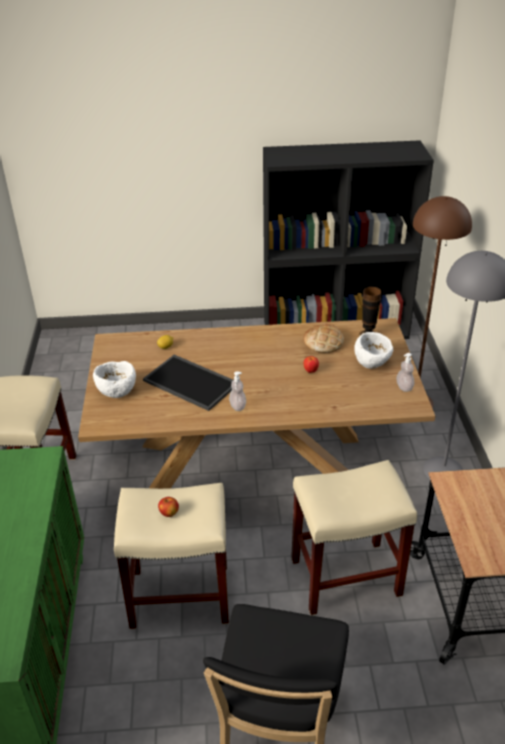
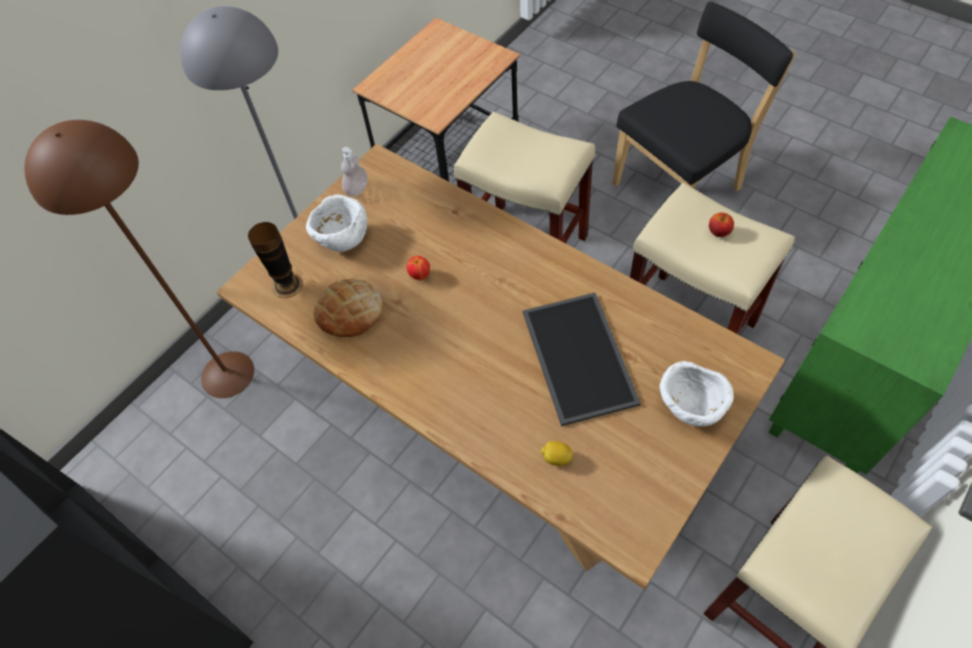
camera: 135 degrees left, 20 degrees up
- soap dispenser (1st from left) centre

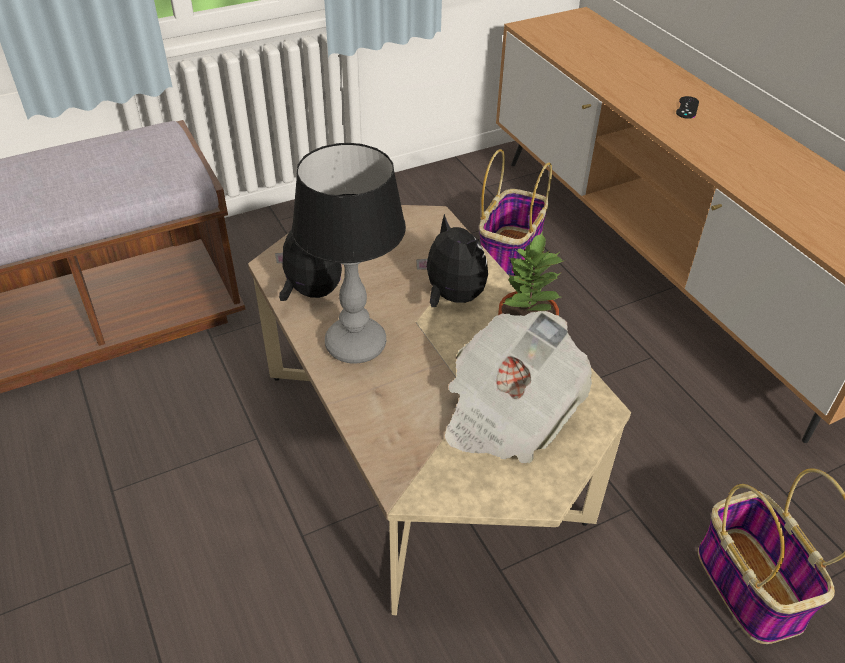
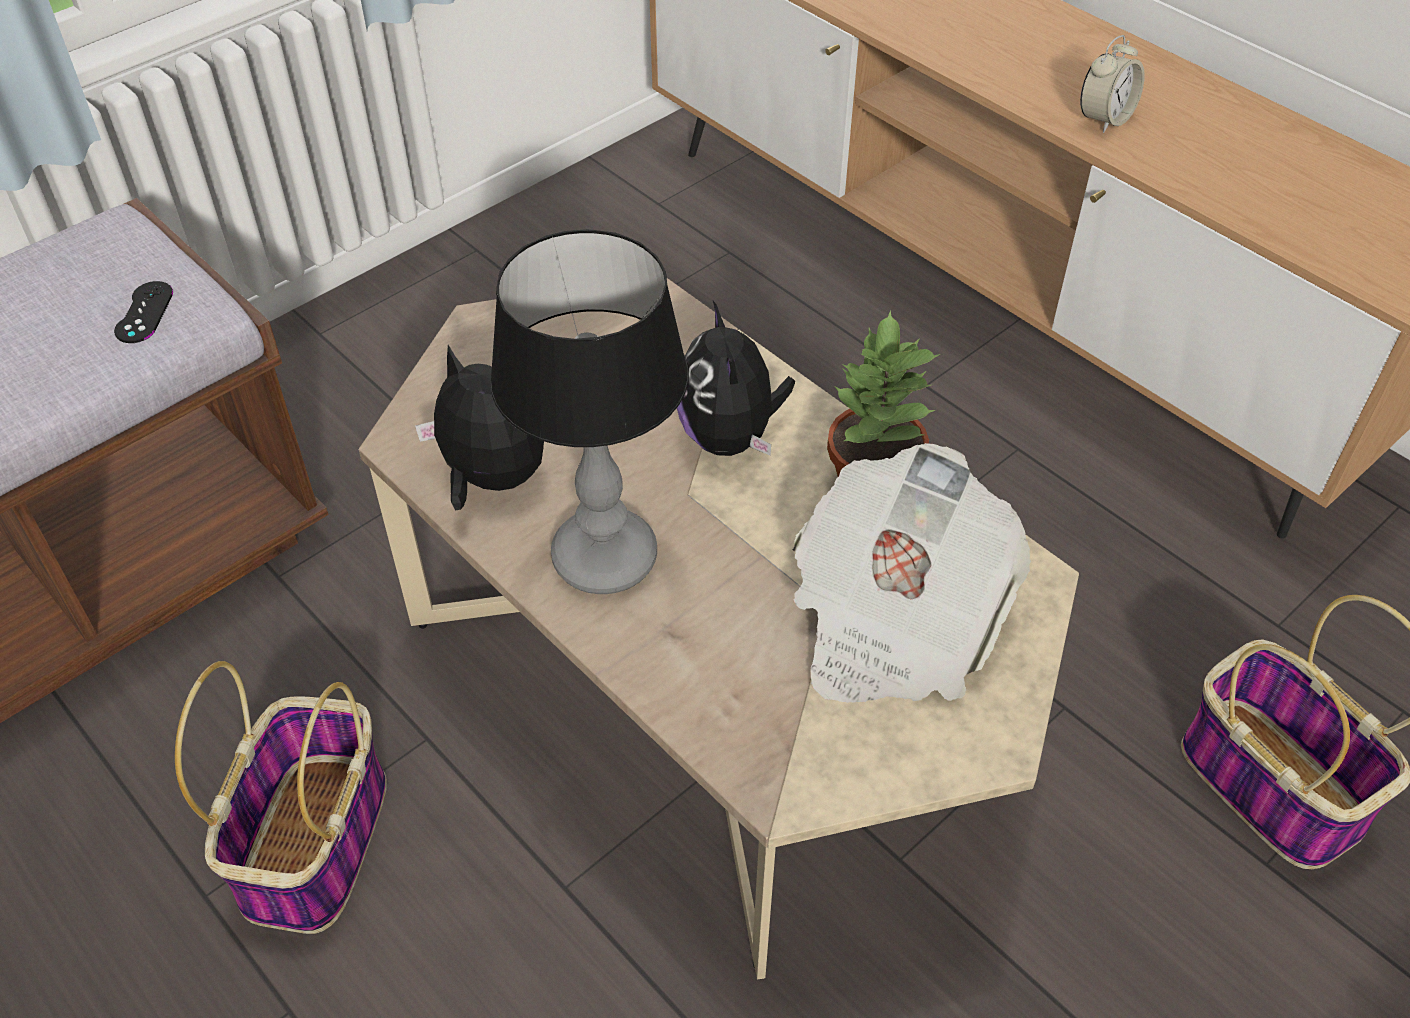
camera: 15 degrees left, 5 degrees up
~ plush toy (2nd from left) centre = centre 135 degrees counterclockwise
~ basket (1st from left) top centre to bottom left
~ game controller (black) top right to top left
+ alarm clock top right

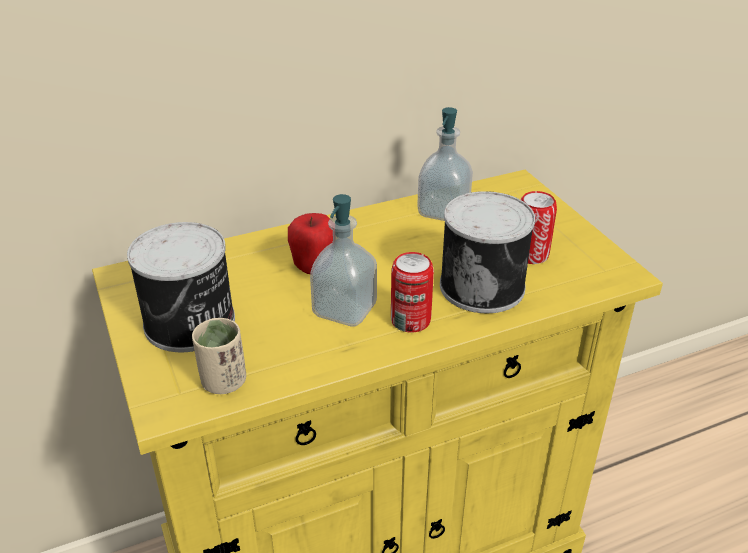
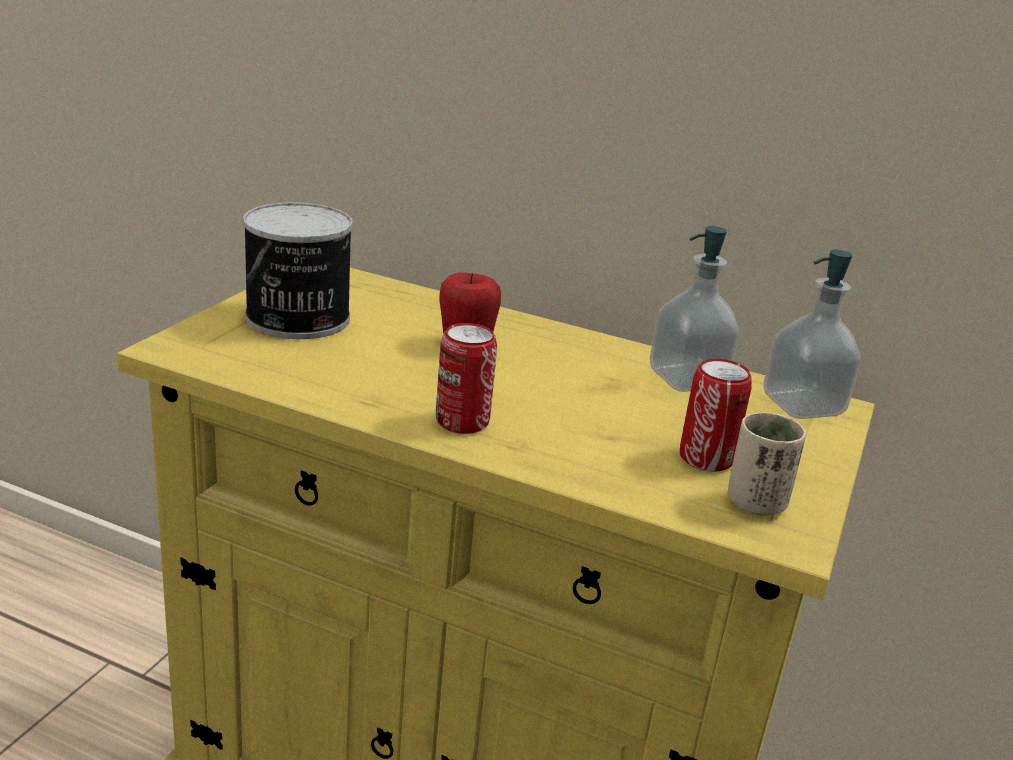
camera: 45 degrees right, 10 degrees down
~ cup (beige) middle left to middle right
~ soap dispenser (1st from left in the first image) centre to soap dispenser (2nd from left) middle right
- can (3rd from left) centre

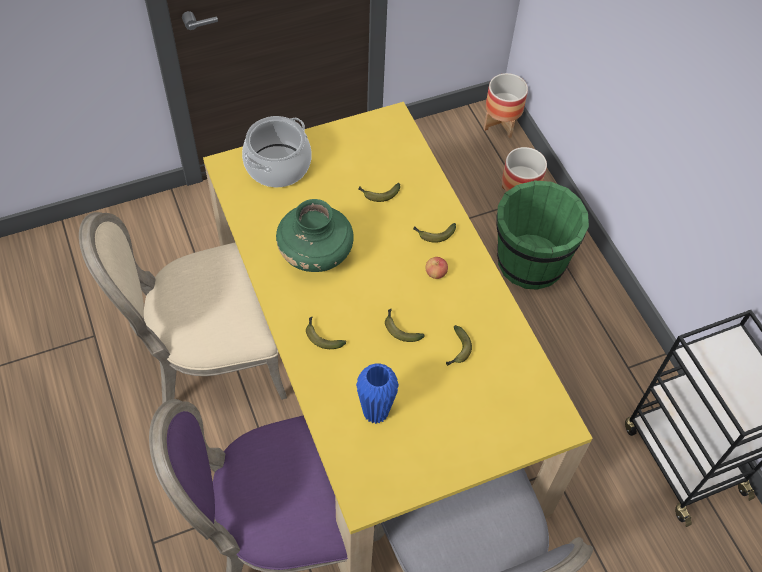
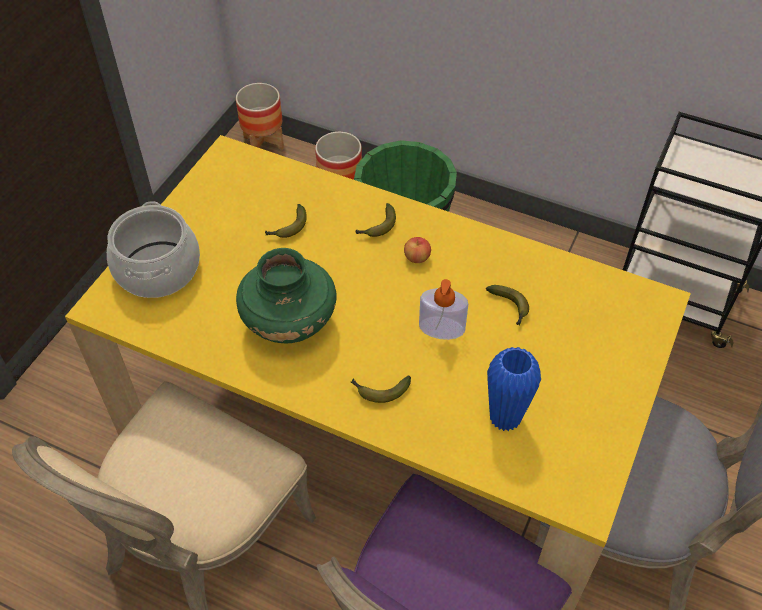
camera: 40 degrees left, 5 degrees down
~ banana (3rd from left) centre to soap dispenser centre

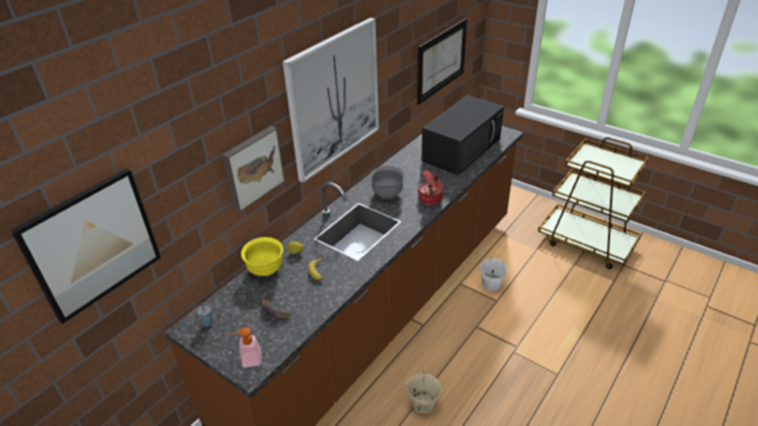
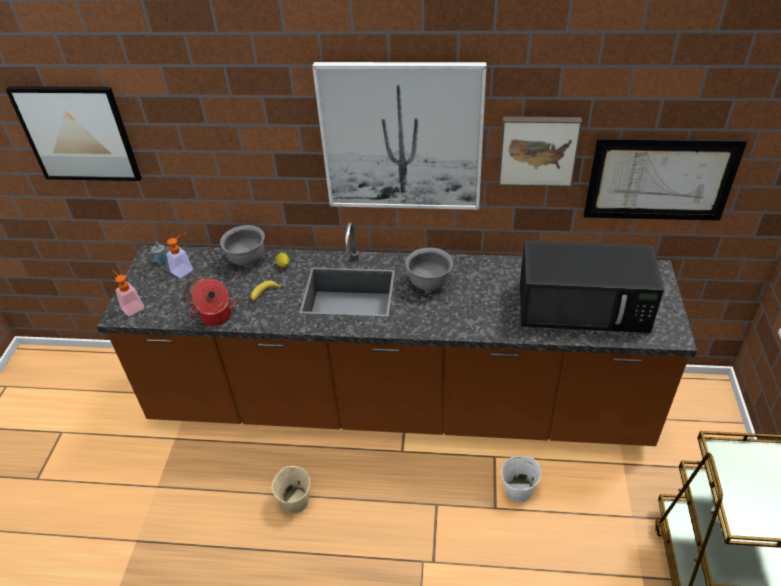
camera: 60 degrees right, 5 degrees up
~ picture (2nd from left in the first image) centre to picture (3rd from left) top right
~ bowl (yellow) centre to bowl (grey) (1st from left) middle left
~ cooking pot centre to middle left
+ soap dispenser (2nd from left) middle left

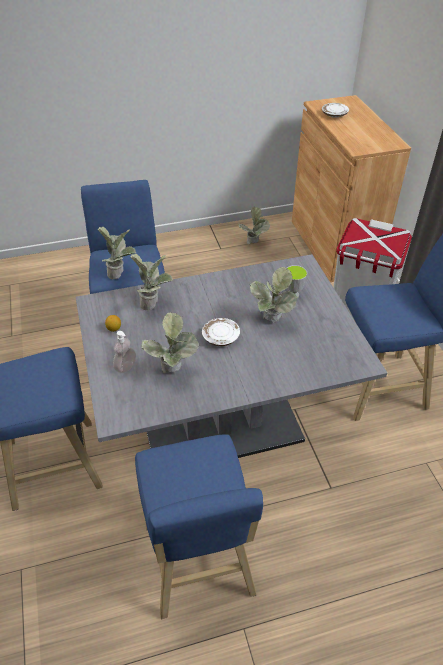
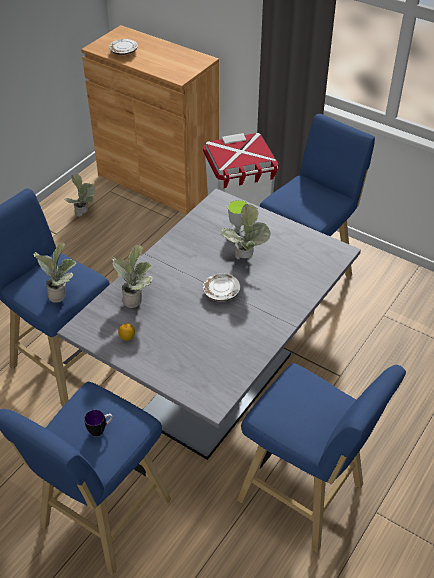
camera: 40 degrees left, 0 degrees up
- soap dispenser middle left
- potted plant (3rd from left) centre
+ mug bottom left

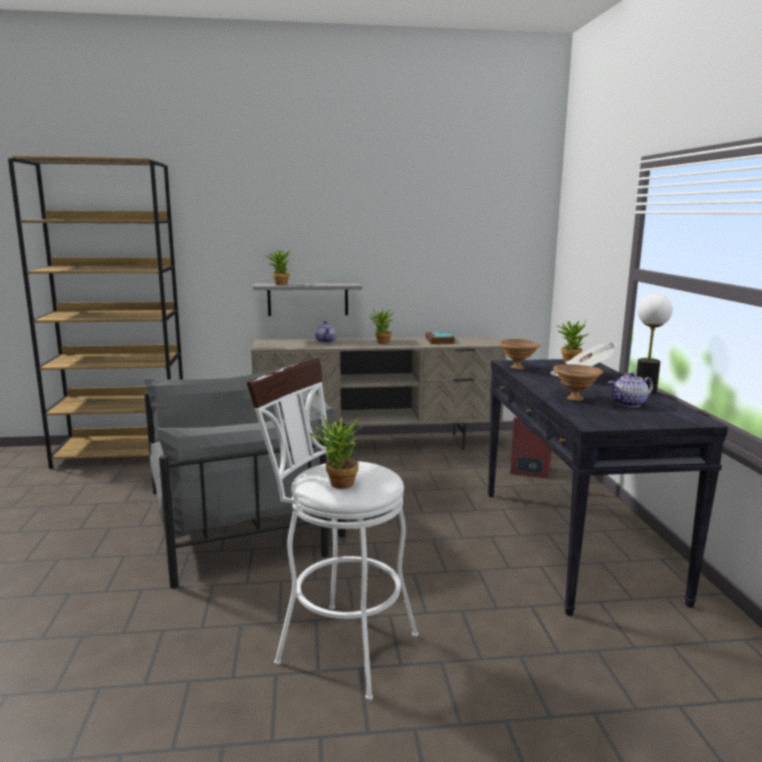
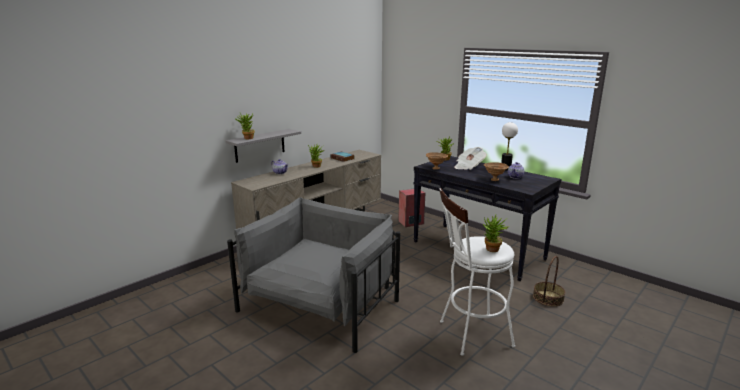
camera: 40 degrees left, 5 degrees up
- bookcase (brown) middle left
+ basket bottom right

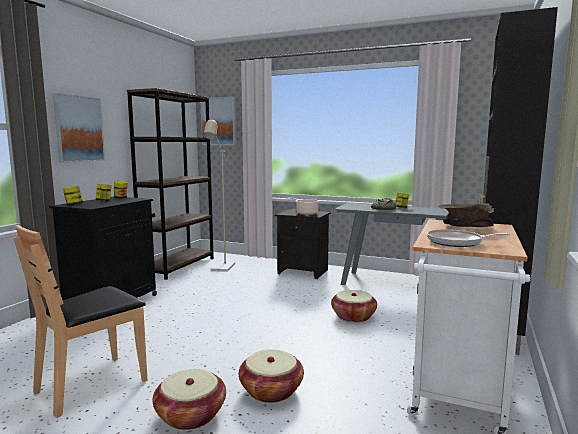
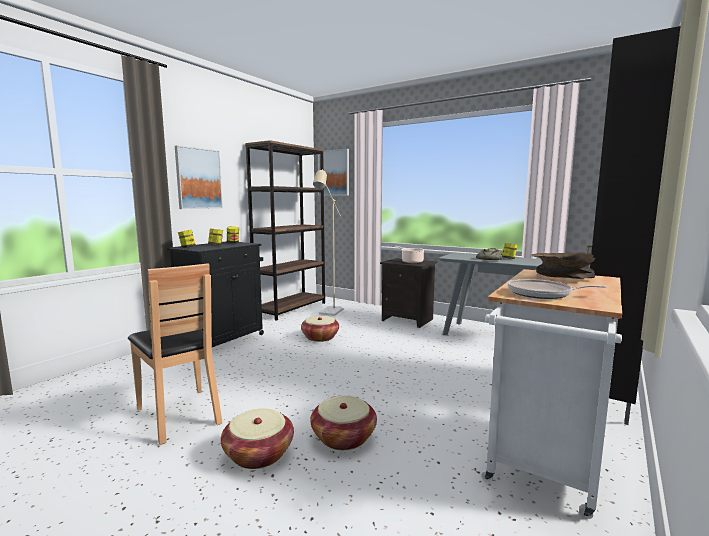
camera: 10 degrees right, 0 degrees up
~ chair (brown) bottom left = middle left 90 degrees counterclockwise
~ basket (3rd from left in the first image) bottom centre to basket (2nd from left) centre

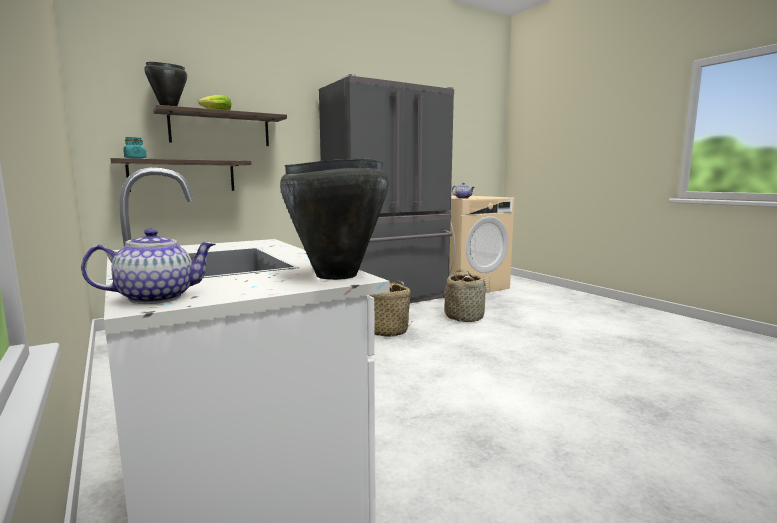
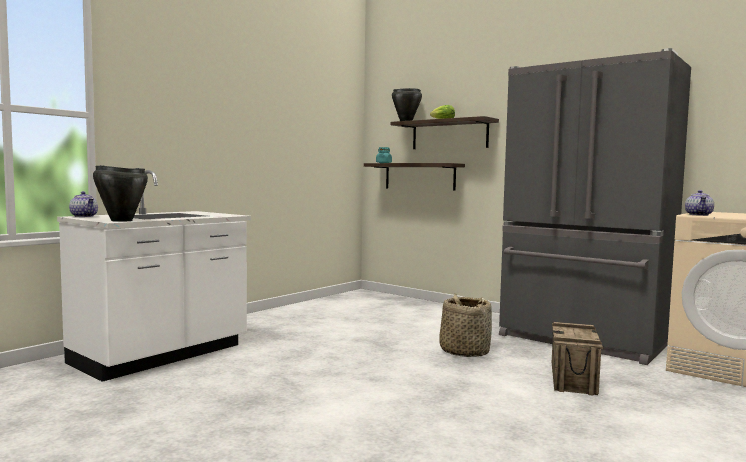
camera: 70 degrees right, 5 degrees down
~ basket (2nd from left) centre to crate bottom right

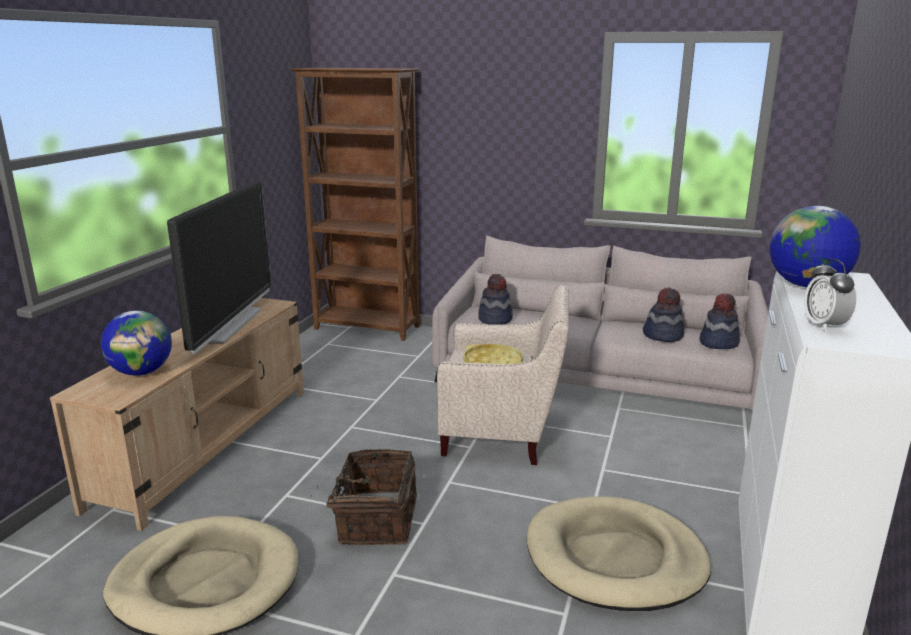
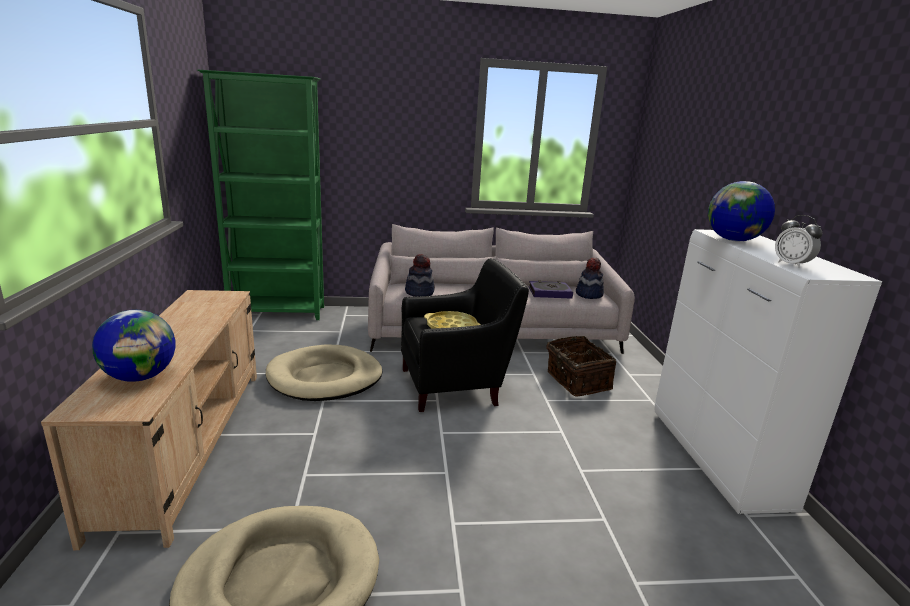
camera: 25 degrees left, 0 degrees up
- television middle left
~ bookcase (brown) top centre to bookcase (green) top left
~ basket bottom centre to centre
~ armchair (beige) centre to armchair (black) centre
~ dog bed (beige) (2nd from left) bottom right to centre
~ hat (2nd from left) middle right to book centre

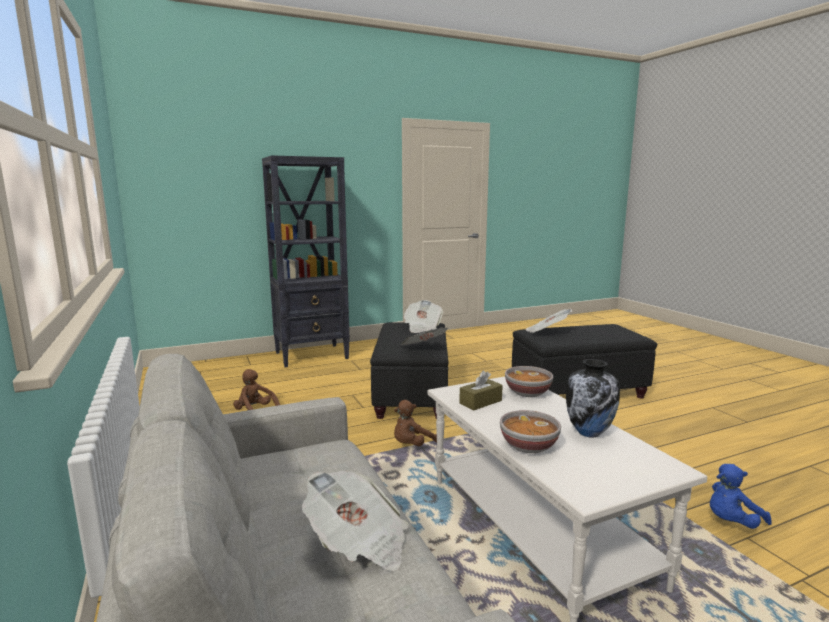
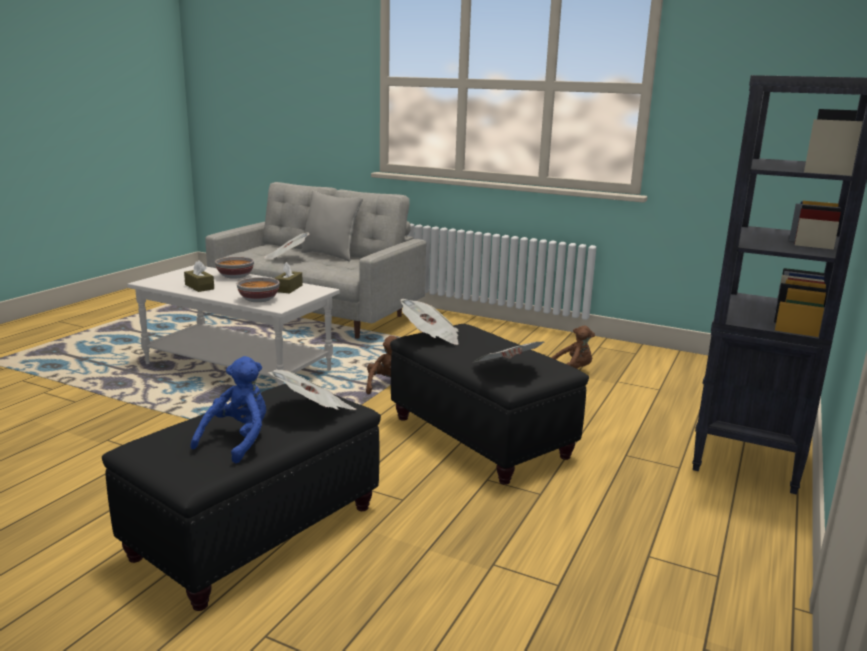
camera: 140 degrees right, 5 degrees up
~ vase middle right to tissue box (brown) (1st from left) middle left
~ plush toy (blue) bottom right to middle left
+ pillow (grey) centre

